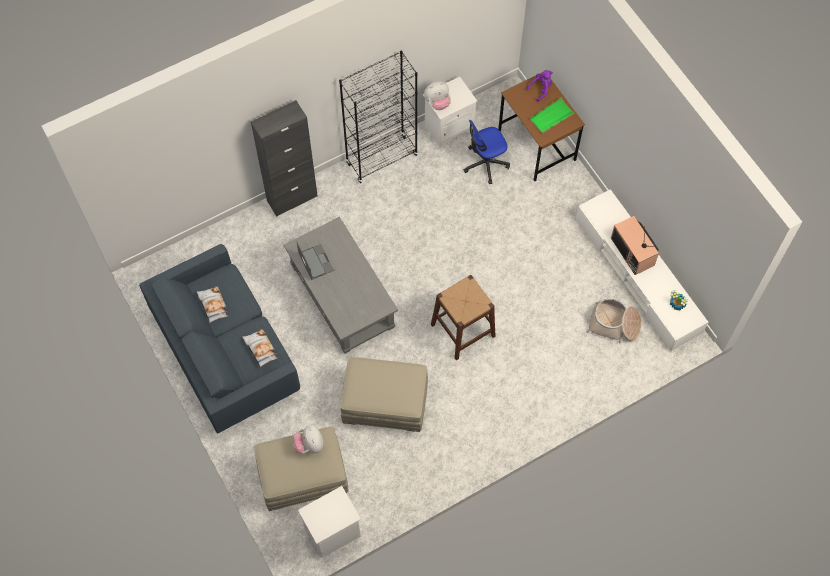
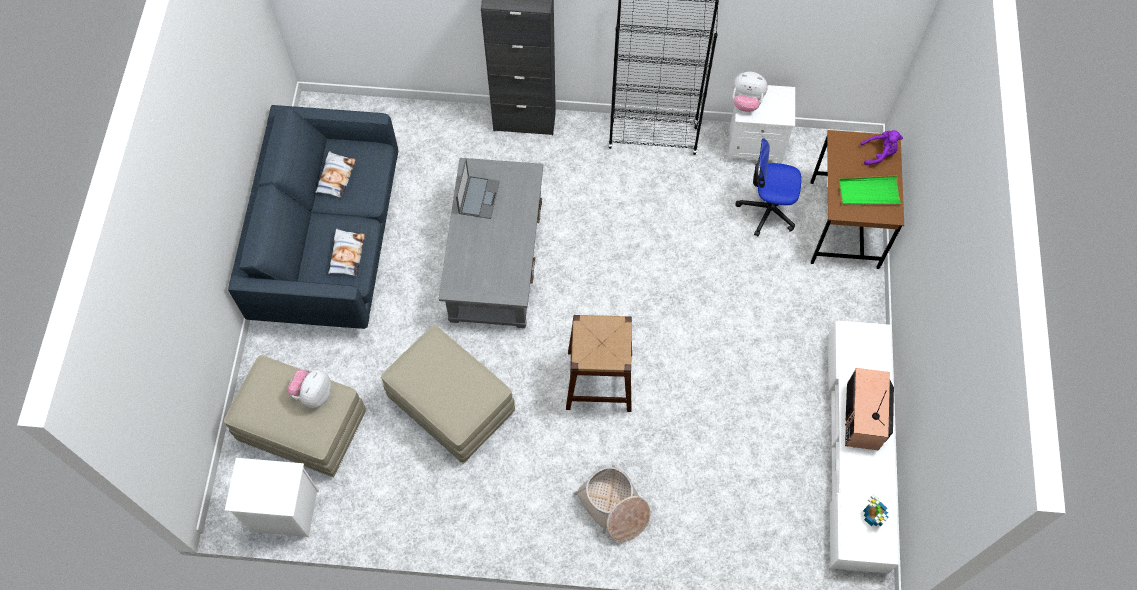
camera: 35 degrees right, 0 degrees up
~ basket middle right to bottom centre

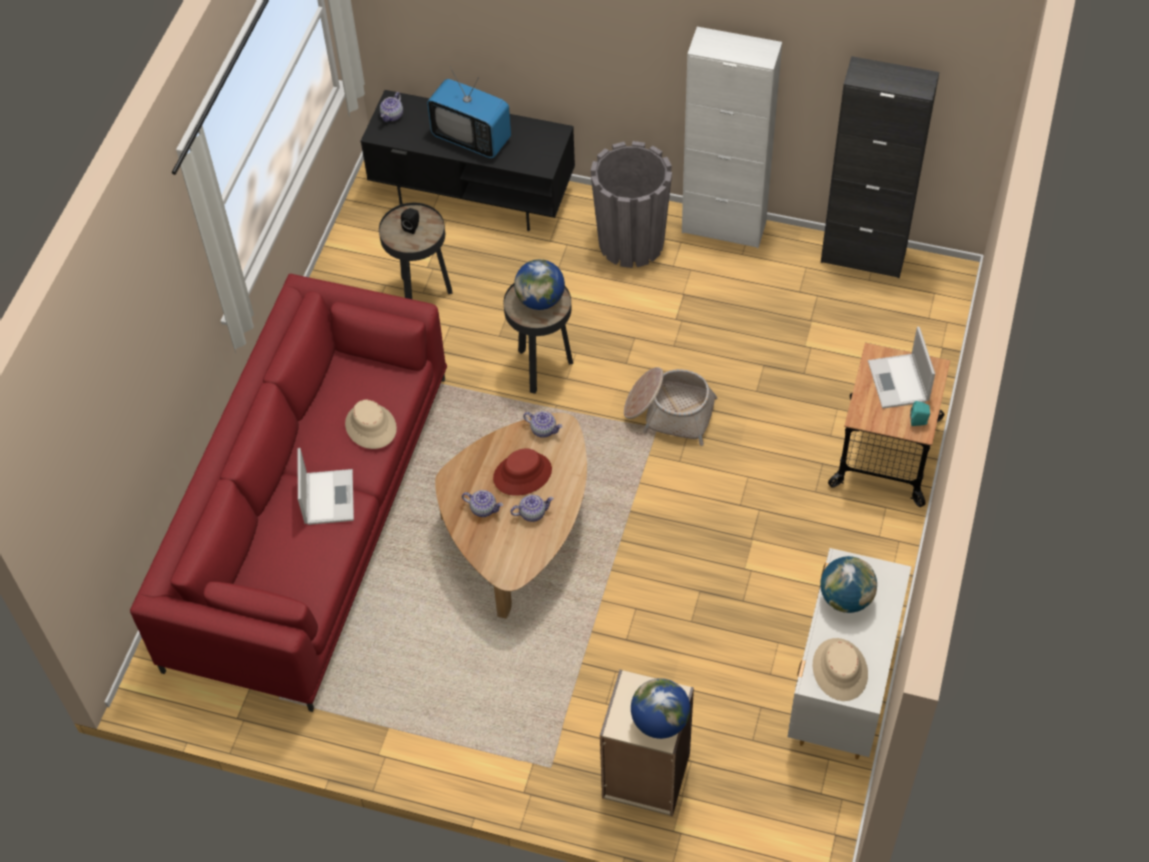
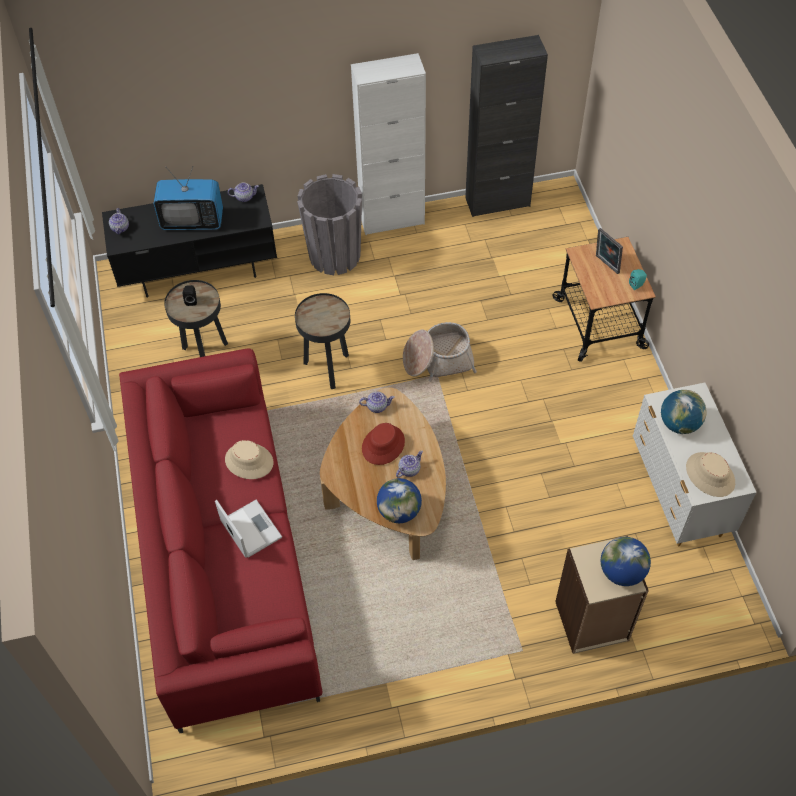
camera: 30 degrees left, 0 degrees up
~ teapot (2nd from left) centre to top left
~ globe (1st from left) top centre to centre
~ laptop (2nd from left) middle right to picture frame top right

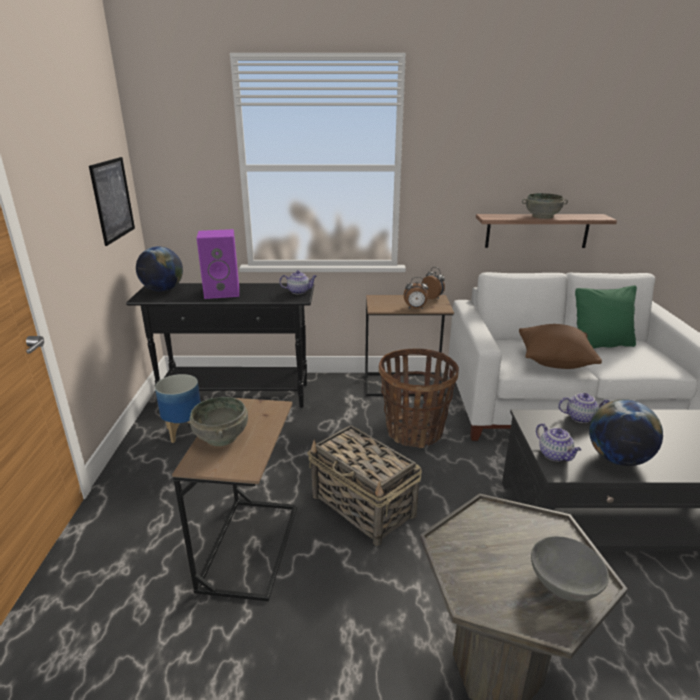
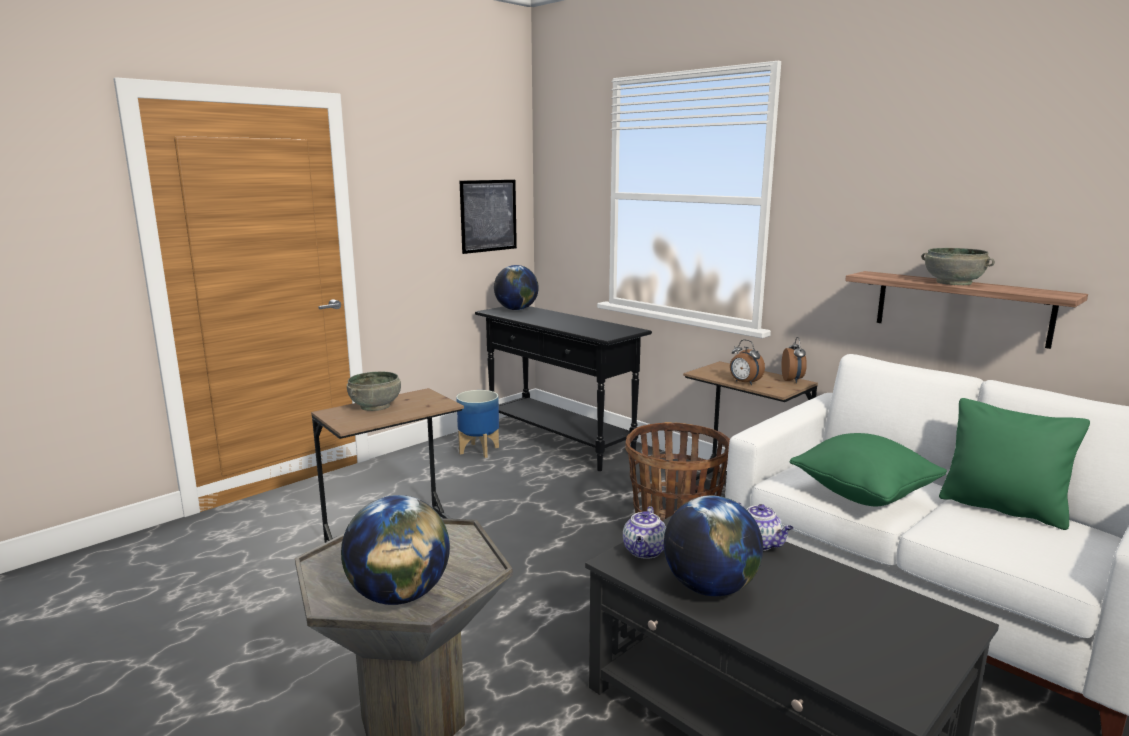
camera: 45 degrees right, 10 degrees down
- speaker (purple) middle left
- teapot (1st from left) centre
- basket (1st from left) bottom centre
~ pillow (brown) middle right to pillow (green) (1st from left) middle right
~ bowl (grey) (3rd from left) bottom right to globe (1st from left) bottom centre

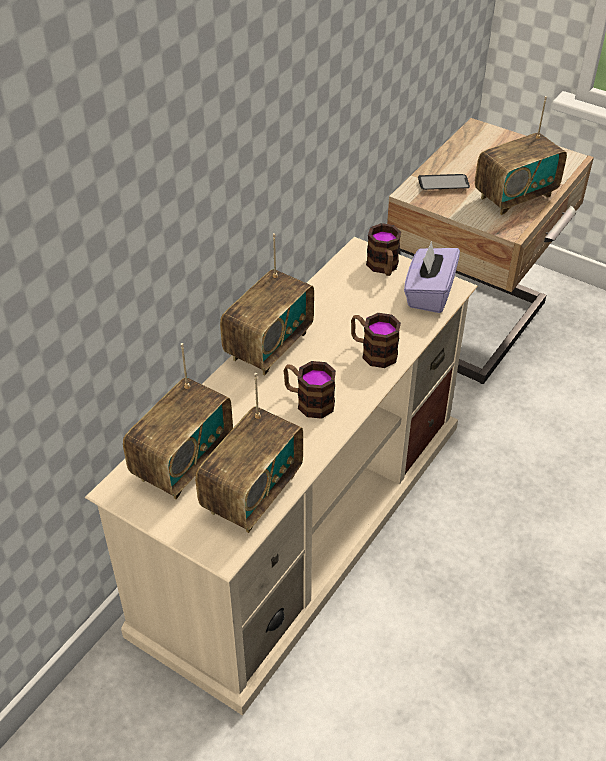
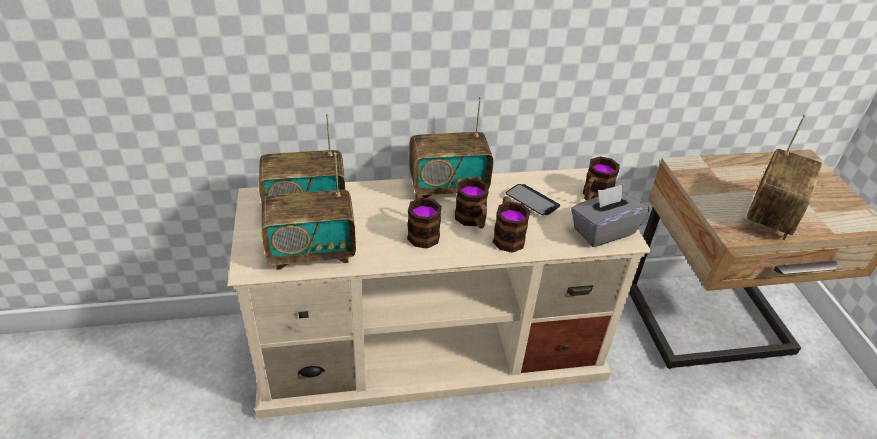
camera: 45 degrees right, 5 degrees down
~ tissue box (purple) middle right to tissue box (grey) middle right
~ phone top right to centre
~ radio (4th from left) top right = middle right 75 degrees counterclockwise
+ mug (2nd from left) centre

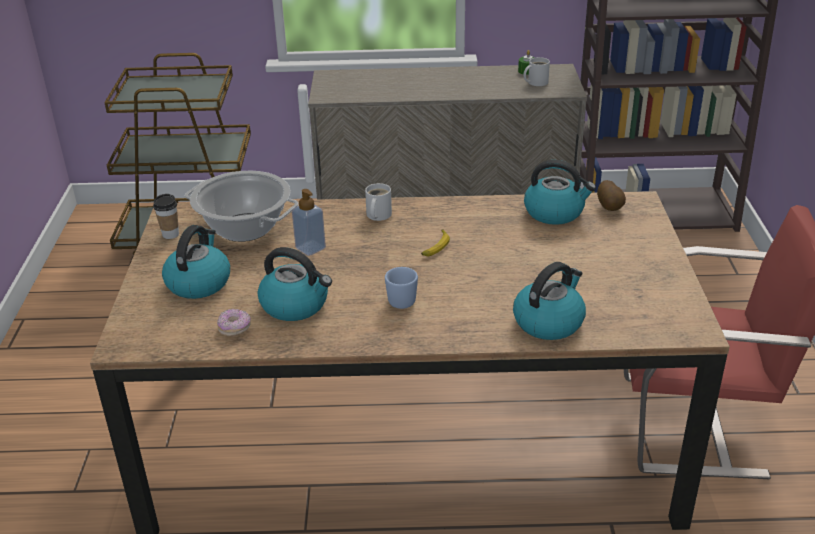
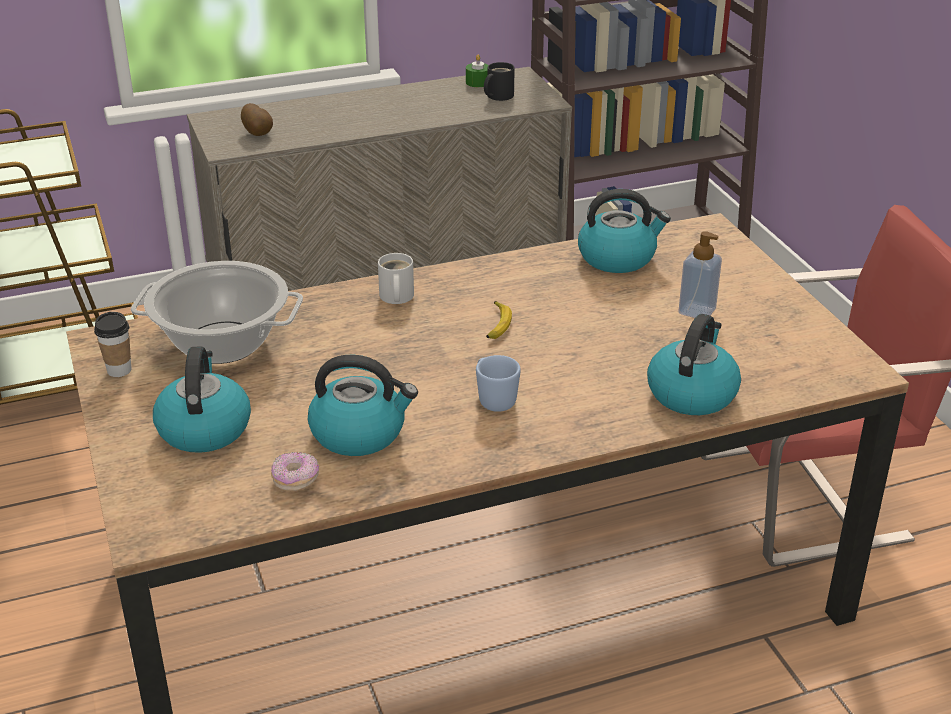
camera: 20 degrees left, 0 degrees up
~ soap dispenser centre to middle right
~ mug (white) (2nd from left) top centre to mug (black) top centre
~ potato middle right to top left

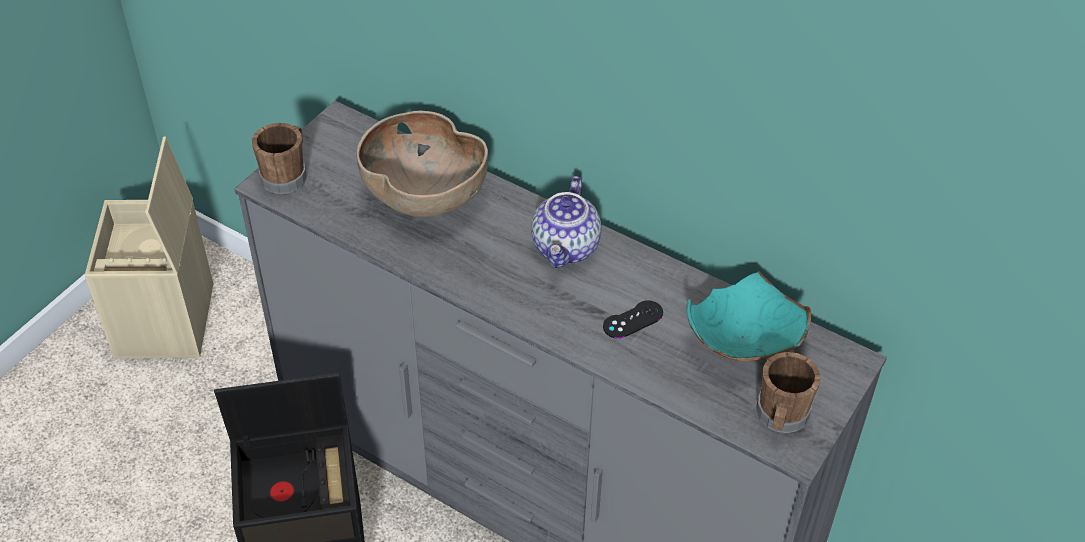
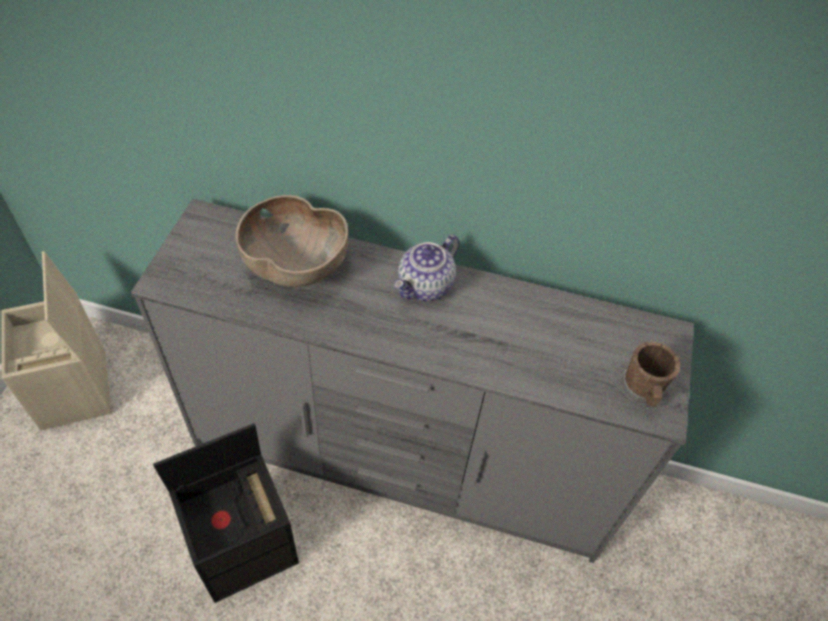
camera: 20 degrees left, 5 degrees up
- mug (brown) (1st from left) top left
~ teapot centre = centre 45 degrees clockwise
- game controller (black) centre
- bowl (turquoise) middle right

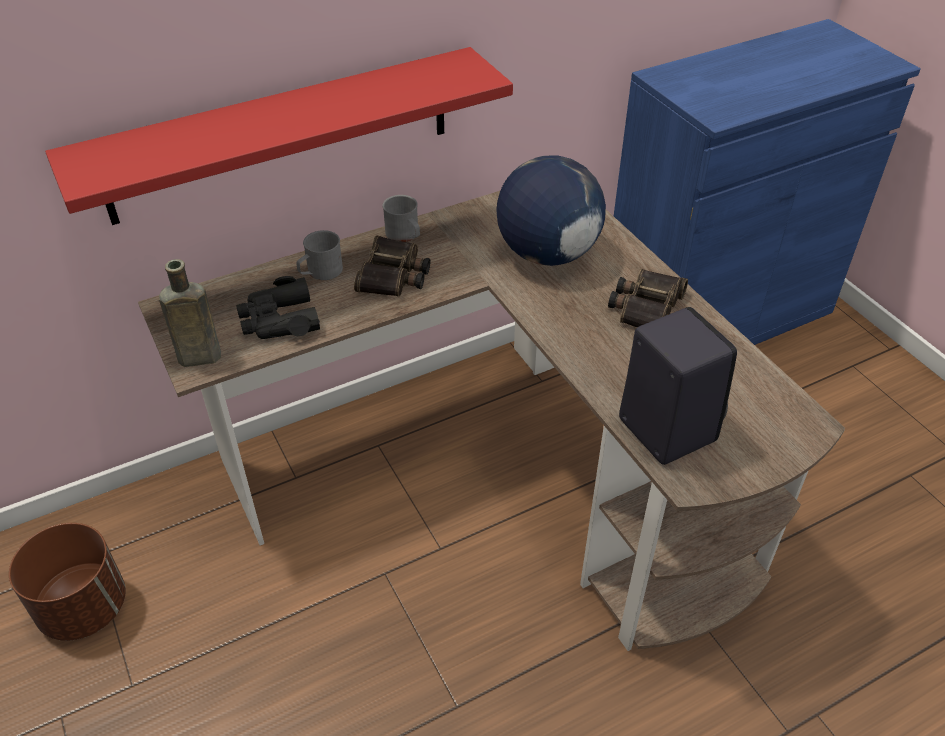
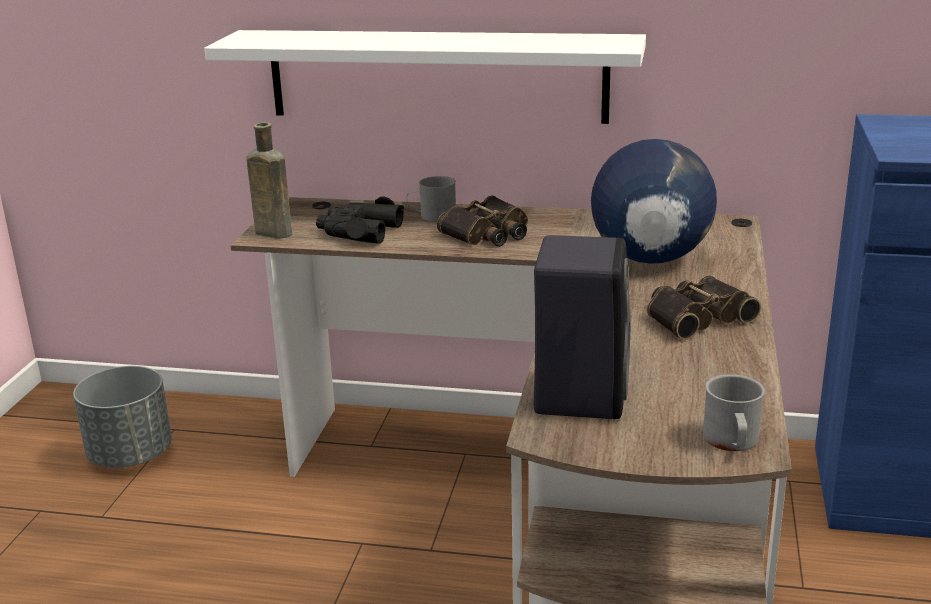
camera: 40 degrees right, 20 degrees down
~ planter (brown) bottom left to planter (grey) bottom left
~ shelf (red) top left to shelf (white) top centre
~ mug (grey) (2nd from left) top centre to bottom right

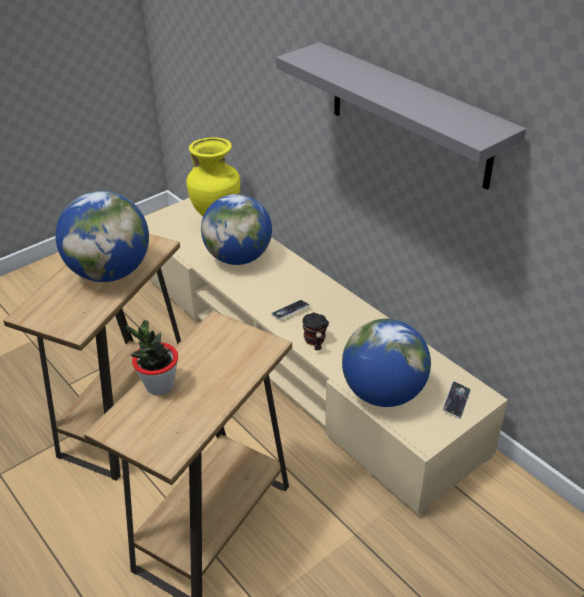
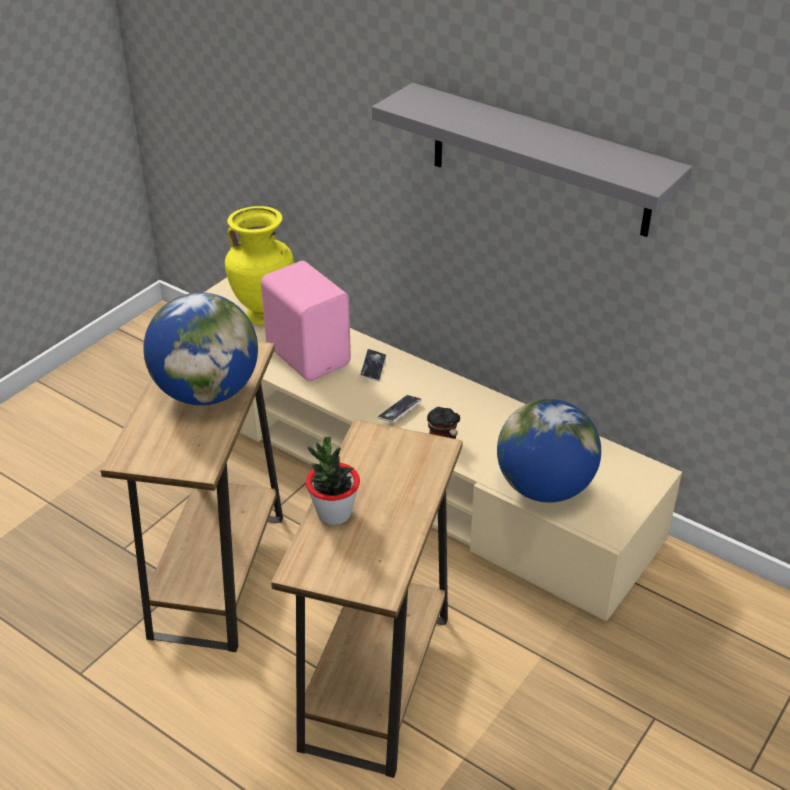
camera: 15 degrees left, 0 degrees up
~ globe (2nd from left) centre to speaker (pink) centre
~ phone (2nd from left in the first image) bottom right to phone (1st from left) centre

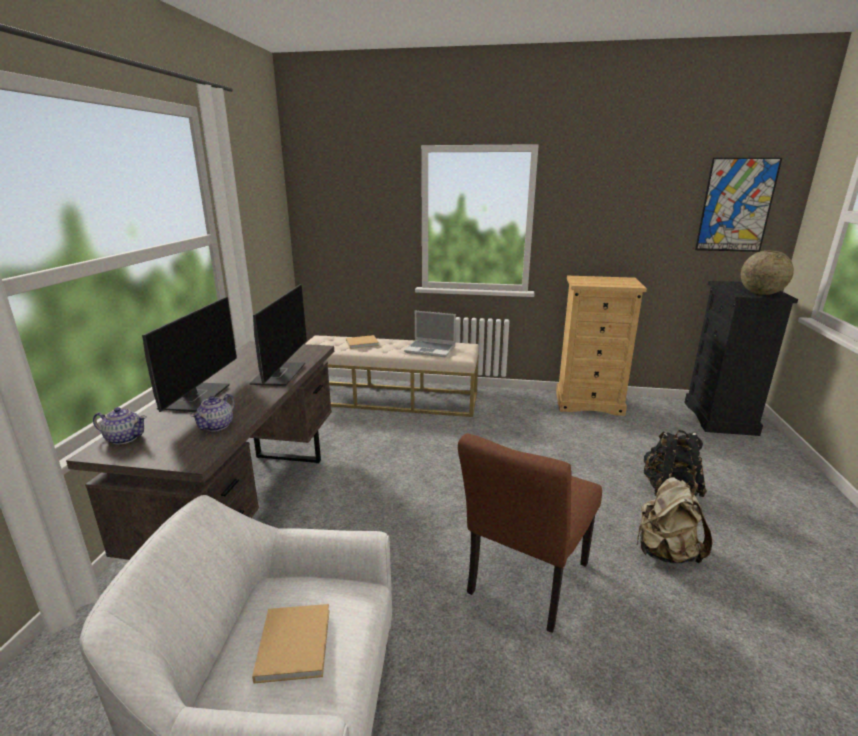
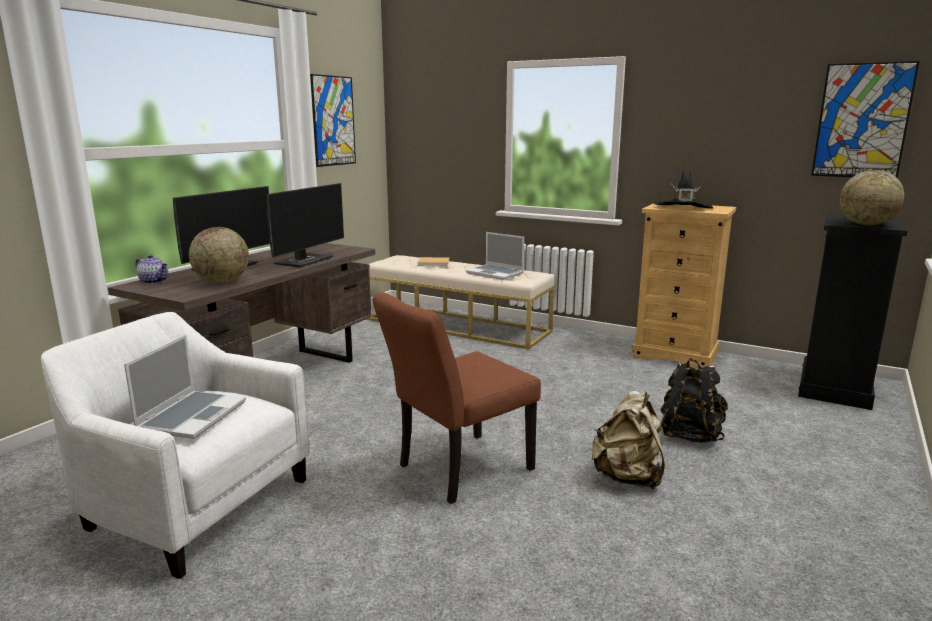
camera: 20 degrees right, 5 degrees down
~ teapot (2nd from left) middle left to globe (1st from left) middle left
~ book (beige) (1st from left) bottom centre to laptop (1st from left) middle left
+ picture (1st from left) top centre
+ hat (black) top right

